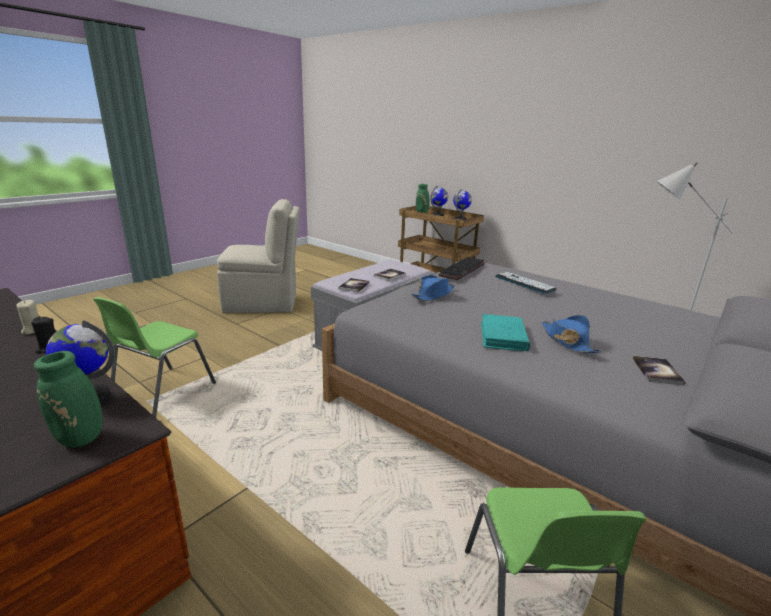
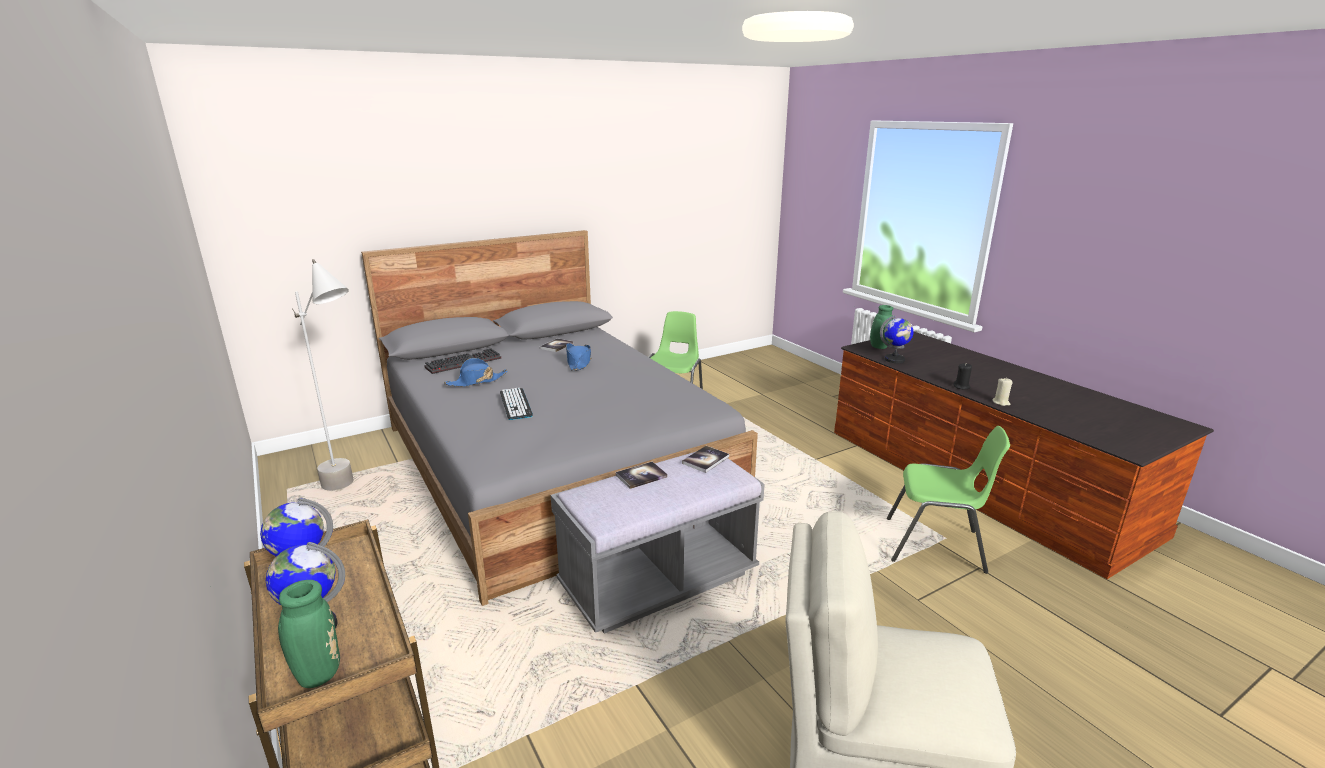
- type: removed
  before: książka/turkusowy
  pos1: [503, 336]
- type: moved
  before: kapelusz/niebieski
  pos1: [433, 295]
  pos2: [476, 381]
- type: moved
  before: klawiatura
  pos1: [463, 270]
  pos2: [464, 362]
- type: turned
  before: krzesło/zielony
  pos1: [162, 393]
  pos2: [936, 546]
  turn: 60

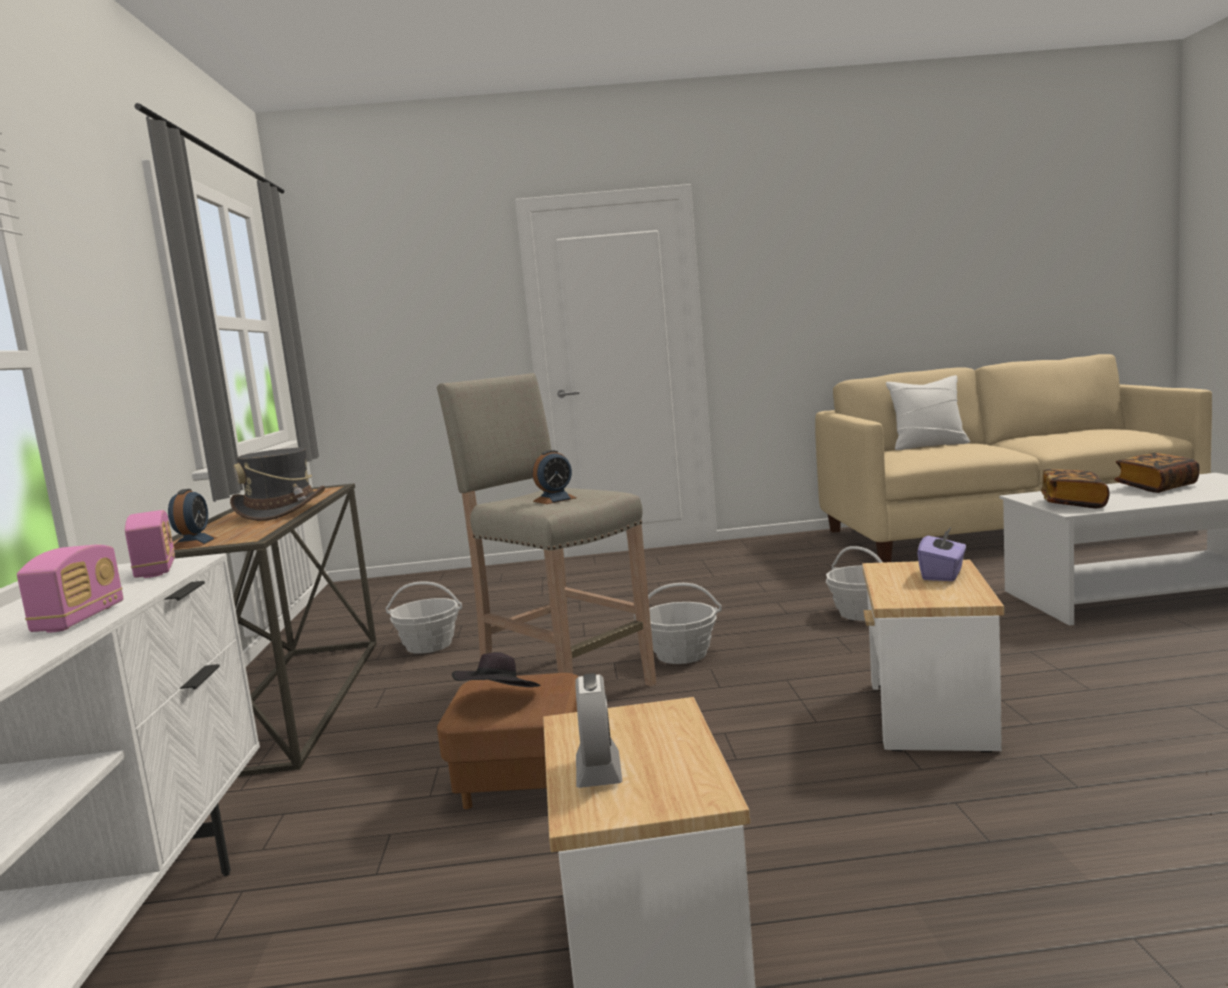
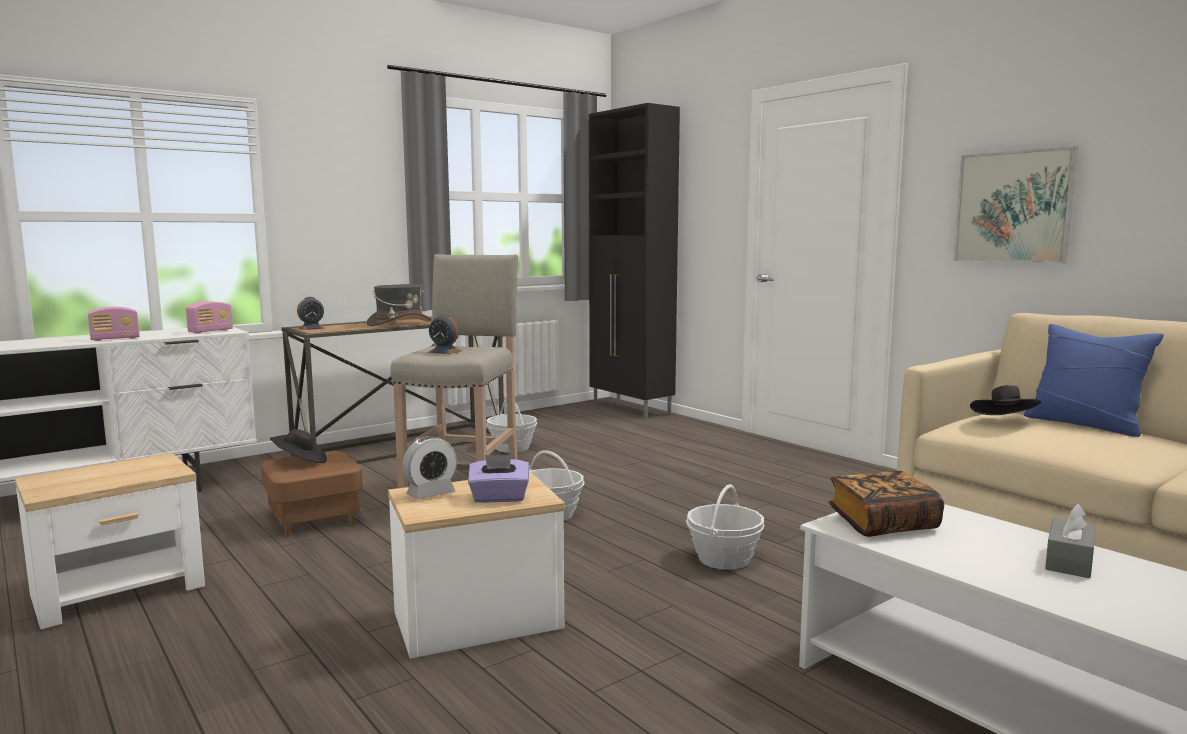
- type: added
  after: szafka/czarny
  pos2: [631, 410]
- type: added
  after: obraz
  pos2: [1013, 207]
- type: added
  after: kapelusz/czarny
  pos2: [1004, 421]
- type: moved
  before: budzik
  pos1: [598, 771]
  pos2: [431, 494]
- type: replaced
  before: książka
  after: pudełko chusteczek/szary
  pos1: [1156, 487]
  pos2: [1069, 561]
- type: recoloured
  before: poduszka/biały
  after: poduszka/niebieski
  pos1: [928, 445]
  pos2: [1085, 424]

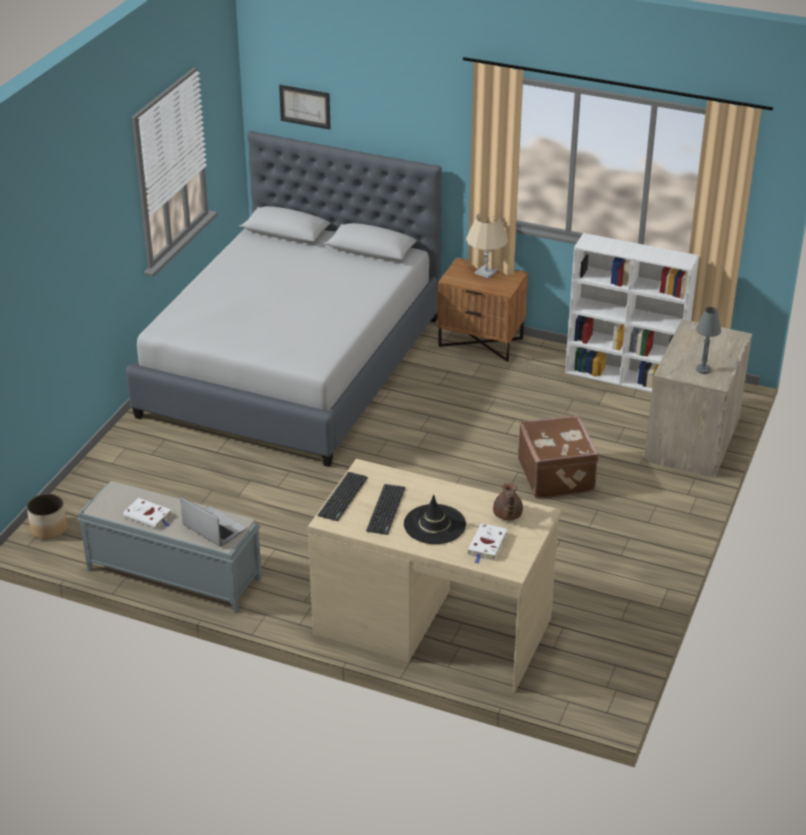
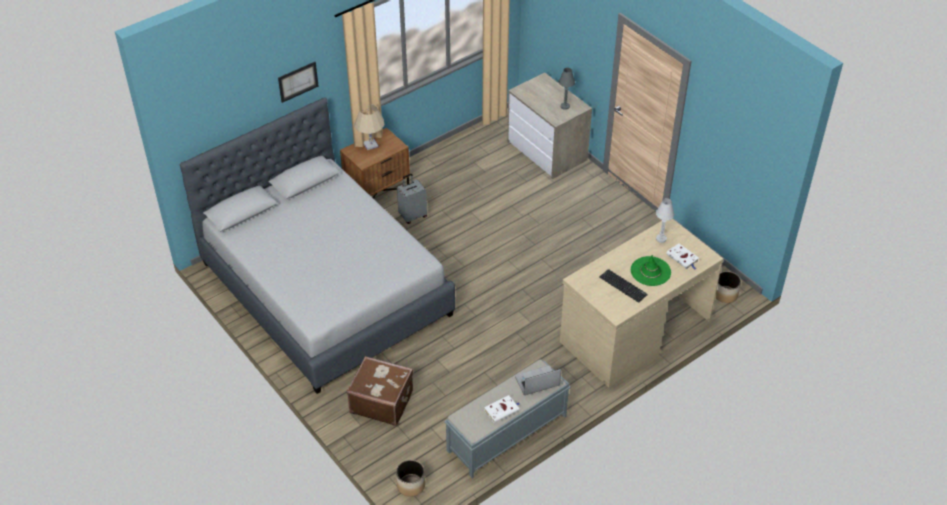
- type: removed
  before: klawiatura
  pos1: [343, 497]
- type: removed
  before: regał/biały
  pos1: [625, 377]
- type: added
  after: walizka/szary
  pos2: [412, 216]
- type: added
  after: donica
  pos2: [725, 295]
- type: moved
  before: obraz
  pos1: [305, 106]
  pos2: [298, 81]
- type: moved
  before: walizka/brązowy
  pos1: [557, 475]
  pos2: [381, 401]
- type: replaced
  before: imbryk/brązowy
  after: lampa stołowa/biały
  pos1: [507, 515]
  pos2: [661, 239]
- type: recoloured
  before: kapelusz/czarny
  after: kapelusz/zielony
  pos1: [434, 525]
  pos2: [650, 271]

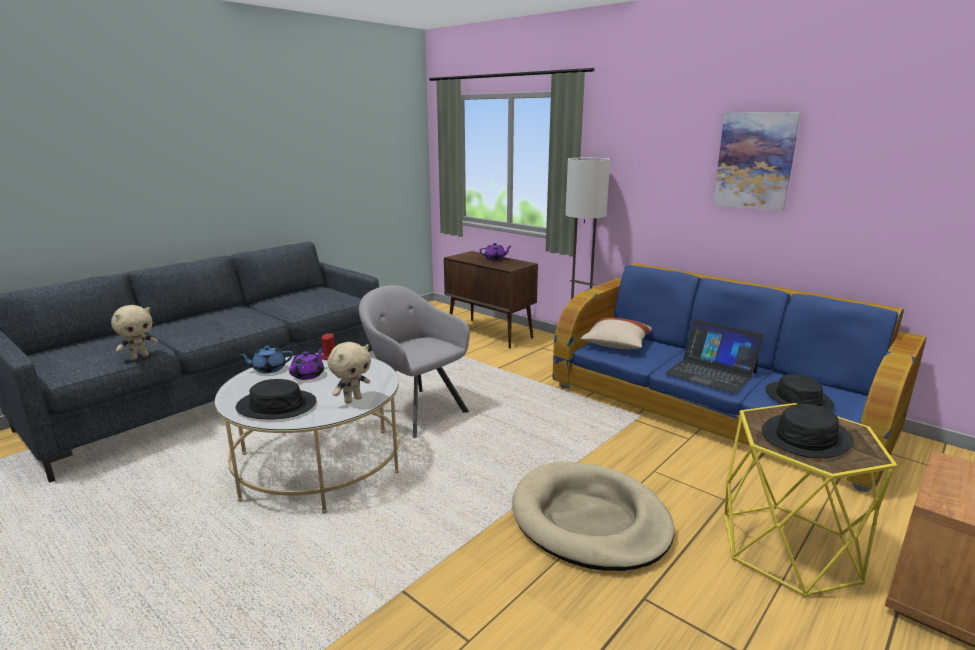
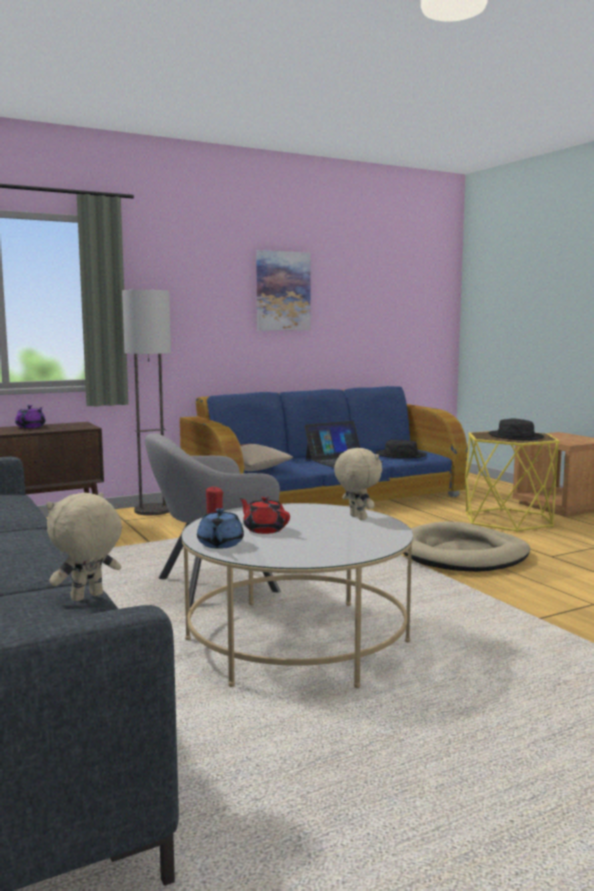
- type: removed
  before: kapelusz/czarny
  pos1: [277, 405]
- type: recoloured
  before: imbryk/fioletowy
  after: imbryk/czerwony
  pos1: [308, 375]
  pos2: [264, 529]
- type: turned
  before: pluszak/beżowy
  pos1: [139, 357]
  pos2: [87, 598]
  turn: -105

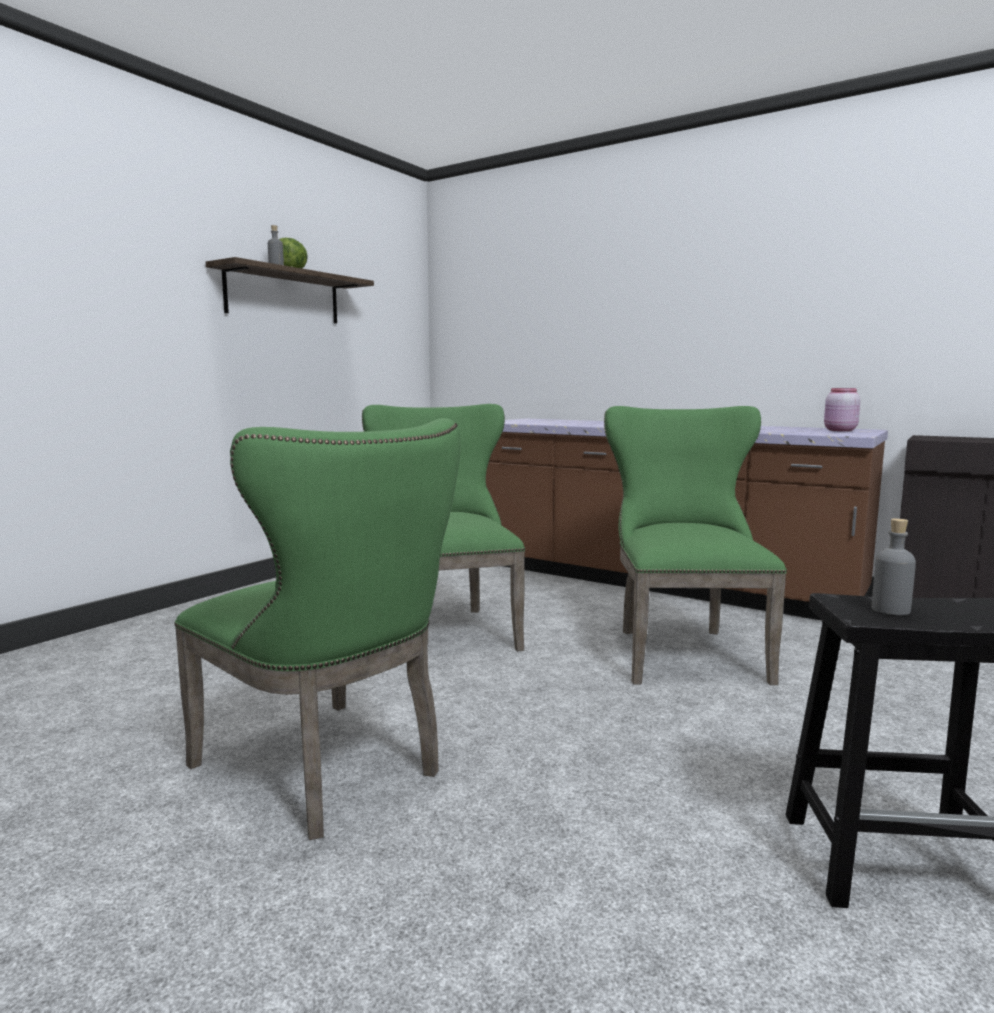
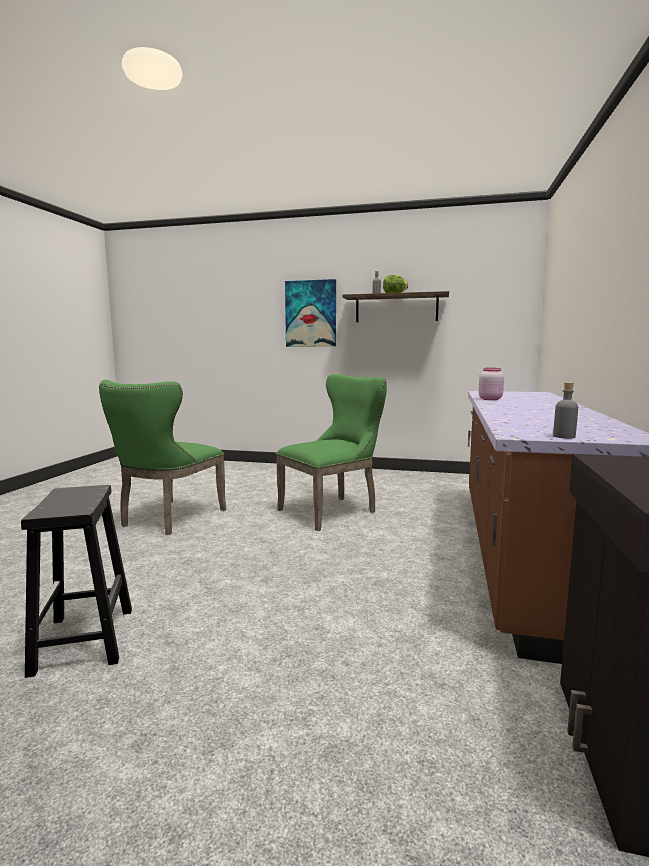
- type: removed
  before: krzesło/zielony
  pos1: [682, 651]
- type: added
  after: obraz
  pos2: [311, 313]
- type: moved
  before: słoik/różowy
  pos1: [839, 430]
  pos2: [489, 399]
- type: moved
  before: butelka/szary
  pos1: [890, 610]
  pos2: [564, 436]

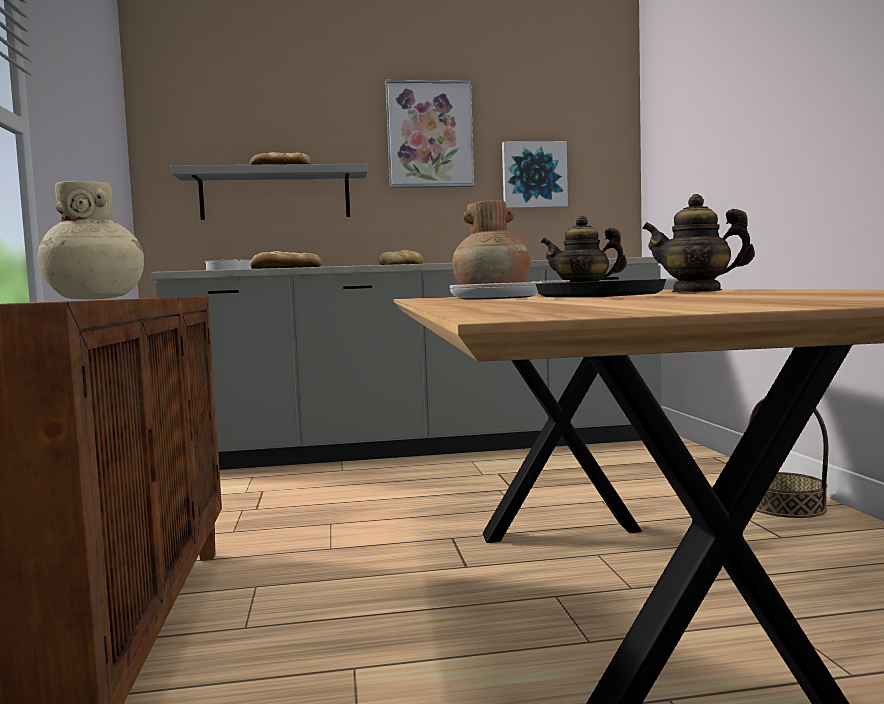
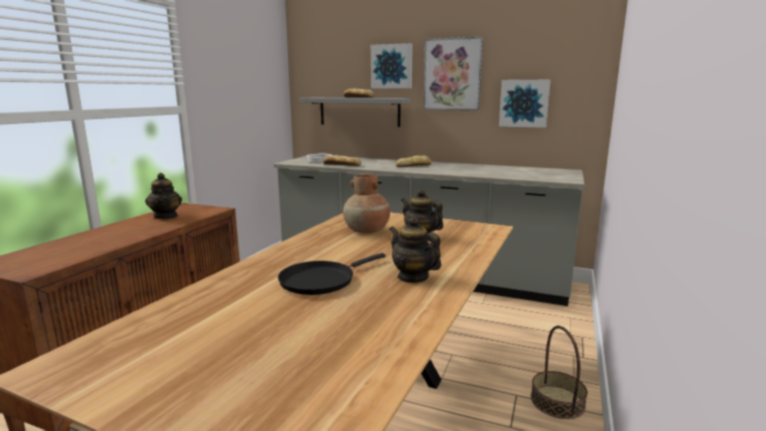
- type: removed
  before: patelnia
  pos1: [502, 298]
- type: added
  after: obraz
  pos2: [392, 66]
- type: replaced
  before: wazon/beżowy
  after: imbryk
  pos1: [96, 299]
  pos2: [166, 216]

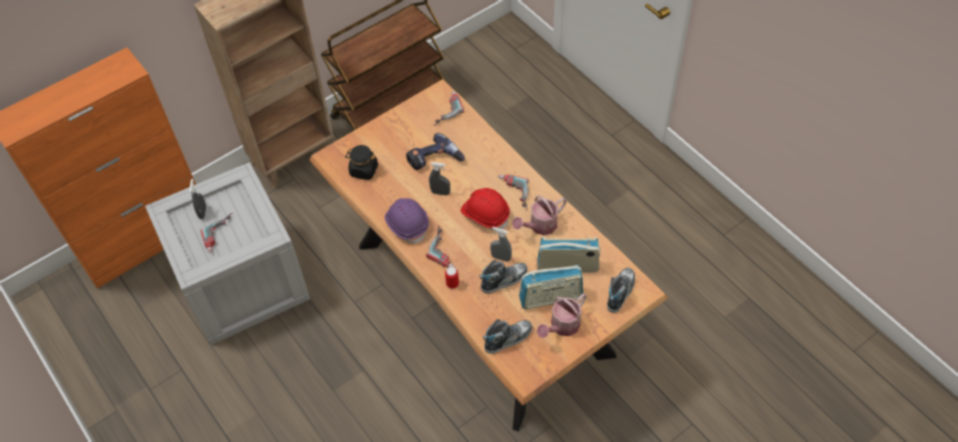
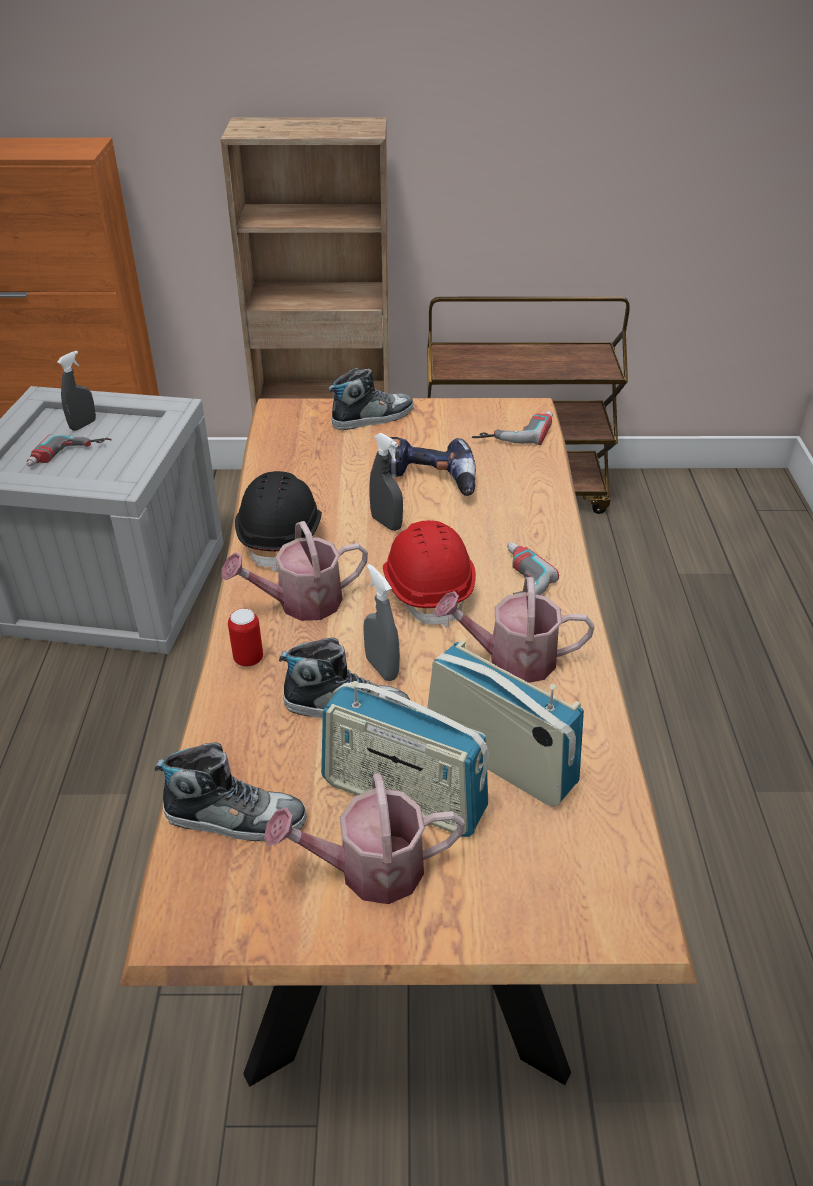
- type: removed
  before: słoik/czarny
  pos1: [363, 170]
- type: moved
  before: but
  pos1: [620, 291]
  pos2: [372, 417]
- type: replaced
  before: wiertarka
  after: konewka
  pos1: [446, 249]
  pos2: [301, 603]
- type: recoloured
  before: kask/fioletowy
  after: kask/czarny
  pos1: [407, 224]
  pos2: [282, 537]

